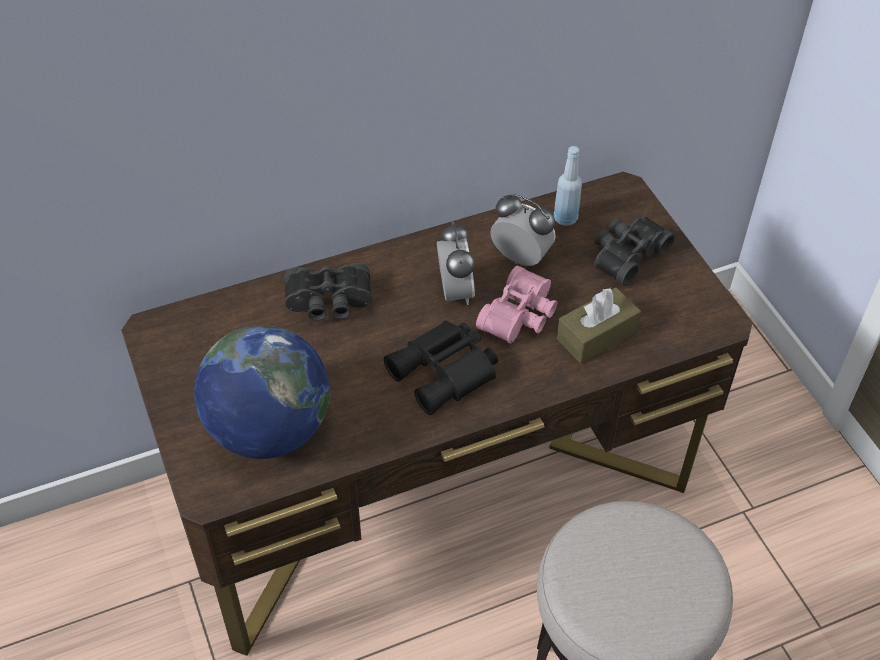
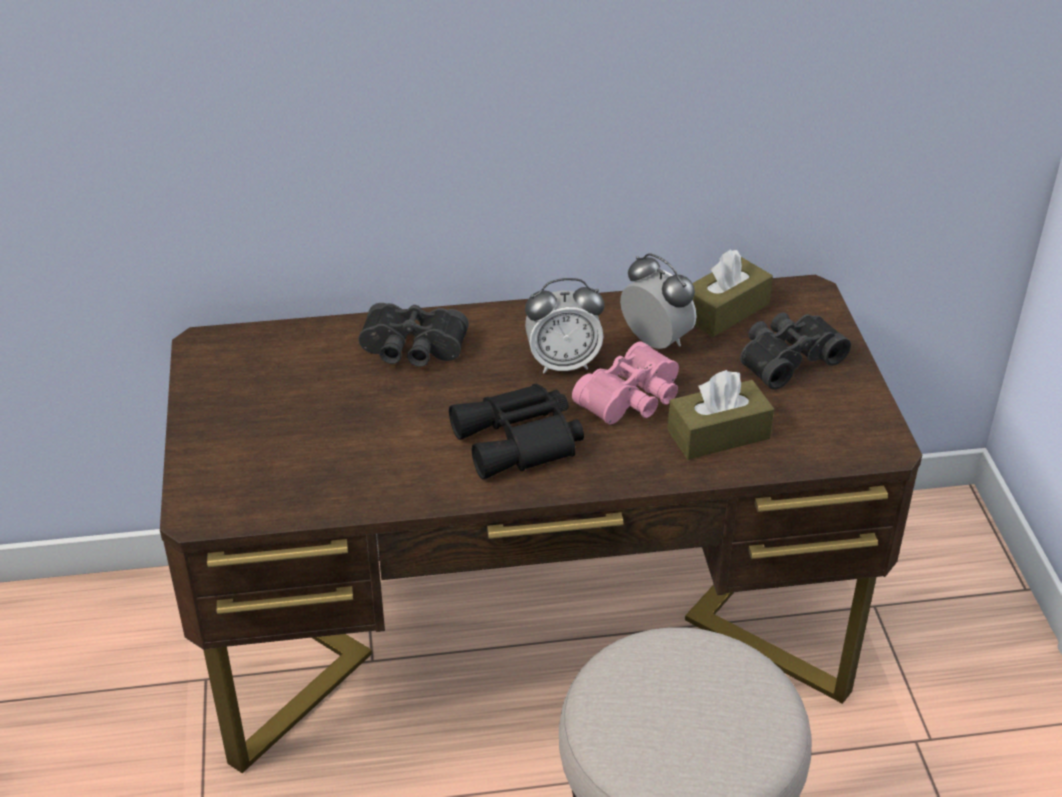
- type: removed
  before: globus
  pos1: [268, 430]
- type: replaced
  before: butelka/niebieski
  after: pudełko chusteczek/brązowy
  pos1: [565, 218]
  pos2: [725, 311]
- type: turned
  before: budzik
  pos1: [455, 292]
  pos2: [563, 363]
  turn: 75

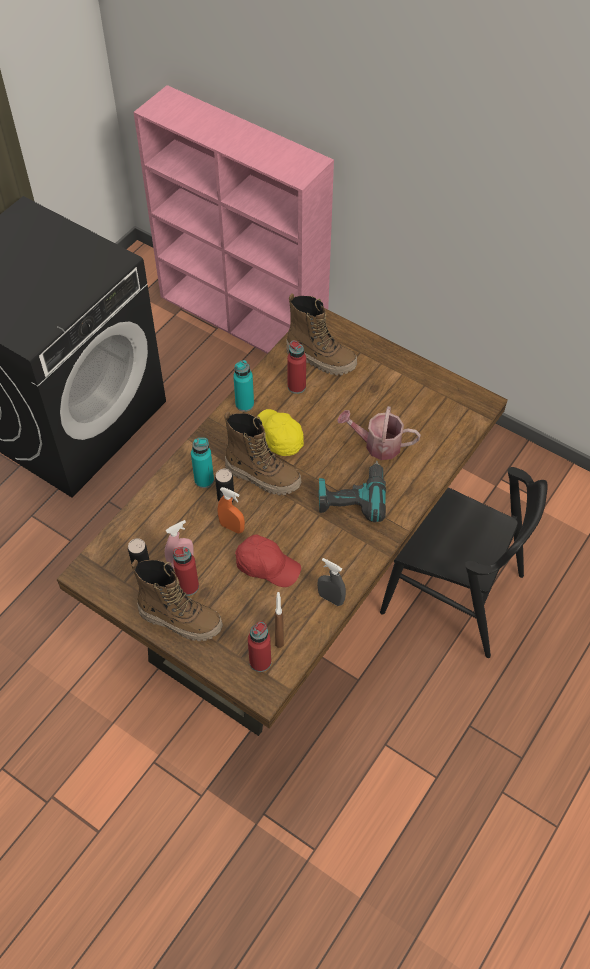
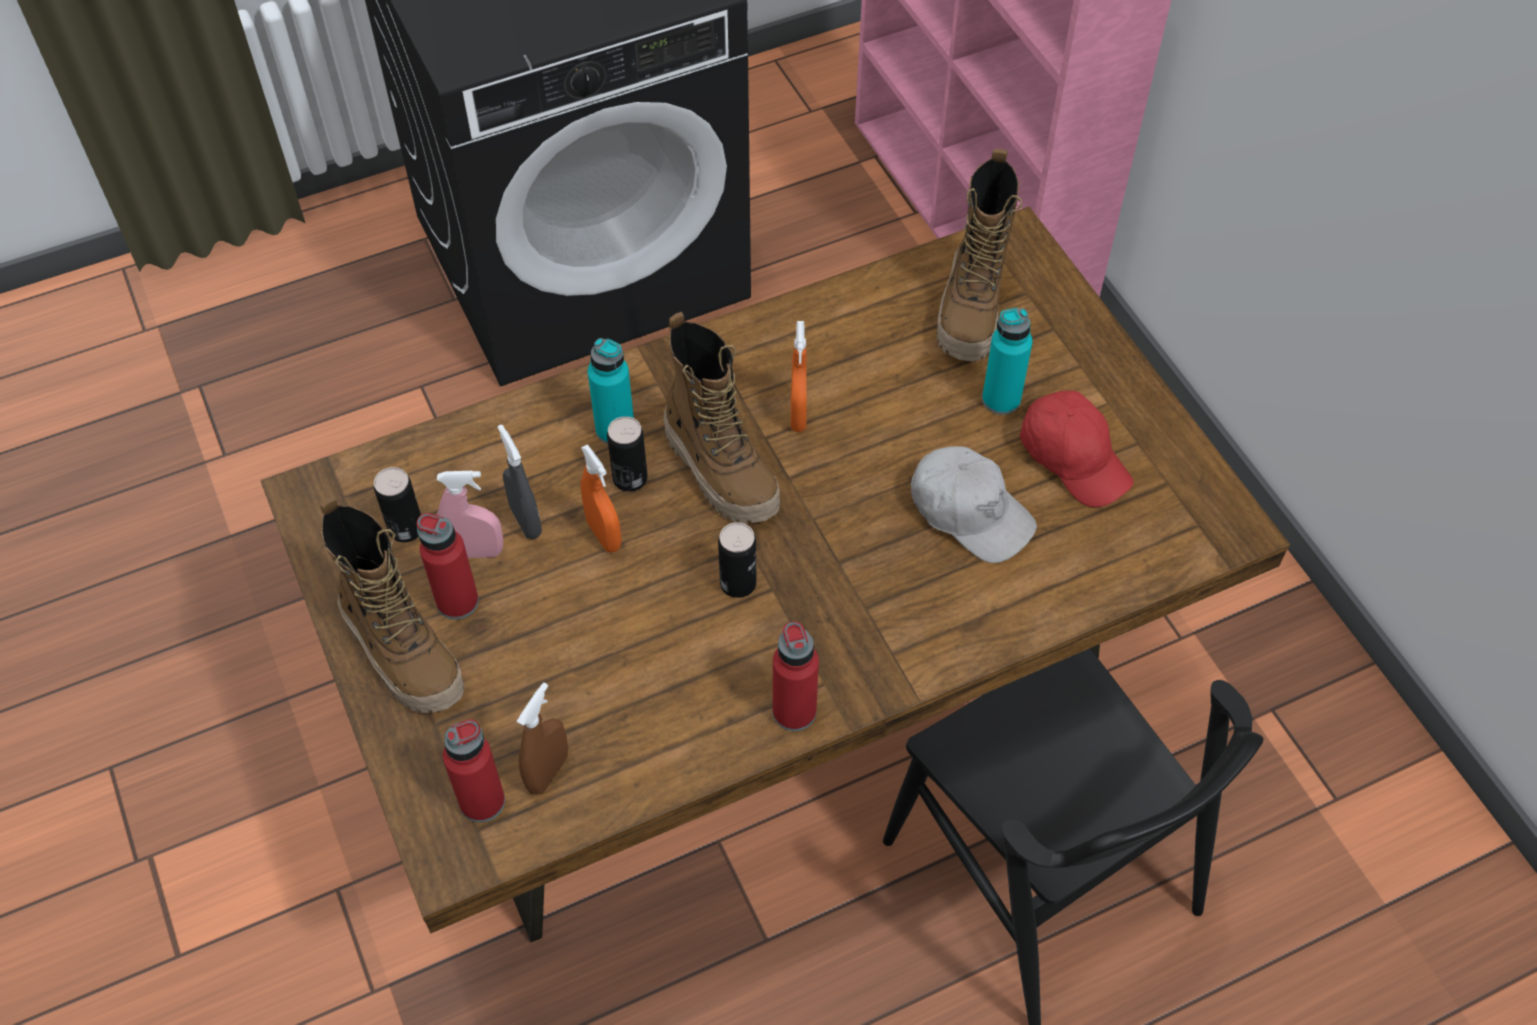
- type: removed
  before: wiertarka
  pos1: [352, 497]
- type: added
  after: puszka
  pos2: [738, 583]
- type: moved
  before: butelka/turkusowy
  pos1: [244, 404]
  pos2: [1001, 400]
- type: moved
  before: czapka z daszkiem/czerwony
  pos1: [267, 566]
  pos2: [1074, 458]
- type: moved
  before: butelka/czerwony
  pos1: [296, 386]
  pos2: [794, 712]
- type: moved
  before: spryskiwacz/szary
  pos1: [330, 598]
  pos2: [526, 521]
- type: replaced
  before: czapka z daszkiem/żółty
  after: spryskiwacz/pomarańczowy
  pos1: [279, 437]
  pos2: [798, 414]
- type: replaced
  before: konewka
  after: czapka z daszkiem/biały
  pos1: [377, 445]
  pos2: [970, 512]
- type: turned
  before: but z cholewką
  pos1: [321, 359]
  pos2: [971, 310]
  turn: 45

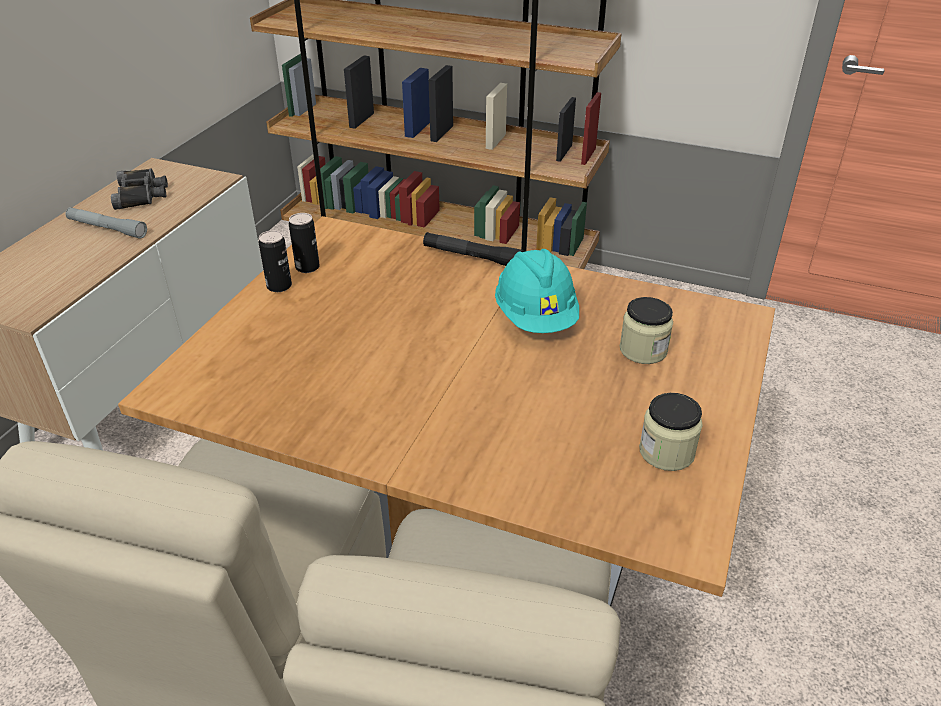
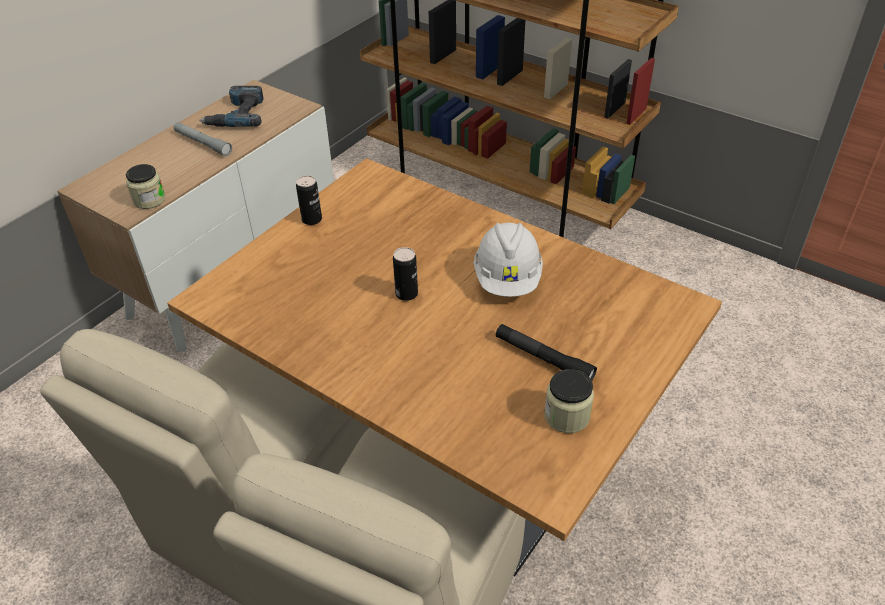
- type: moved
  before: puszka
  pos1: [307, 267]
  pos2: [406, 294]
- type: moved
  before: latarka/czarny
  pos1: [472, 257]
  pos2: [543, 359]
- type: moved
  before: słoik
  pos1: [643, 350]
  pos2: [149, 200]
- type: replaced
  before: lornetka/czarny
  after: wiertarka
  pos1: [141, 194]
  pos2: [236, 114]
- type: recoloured
  before: kask/turkusowy
  after: kask/biały
  pos1: [536, 317]
  pos2: [507, 279]

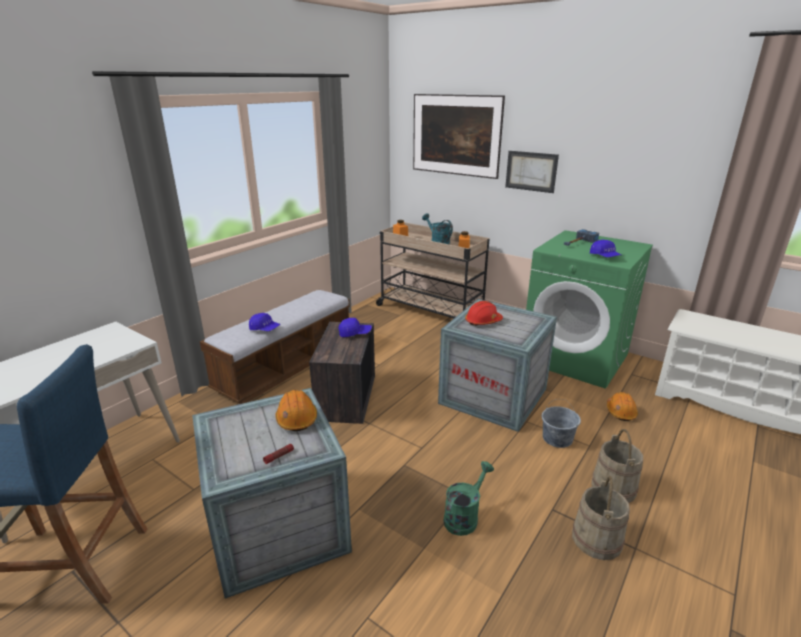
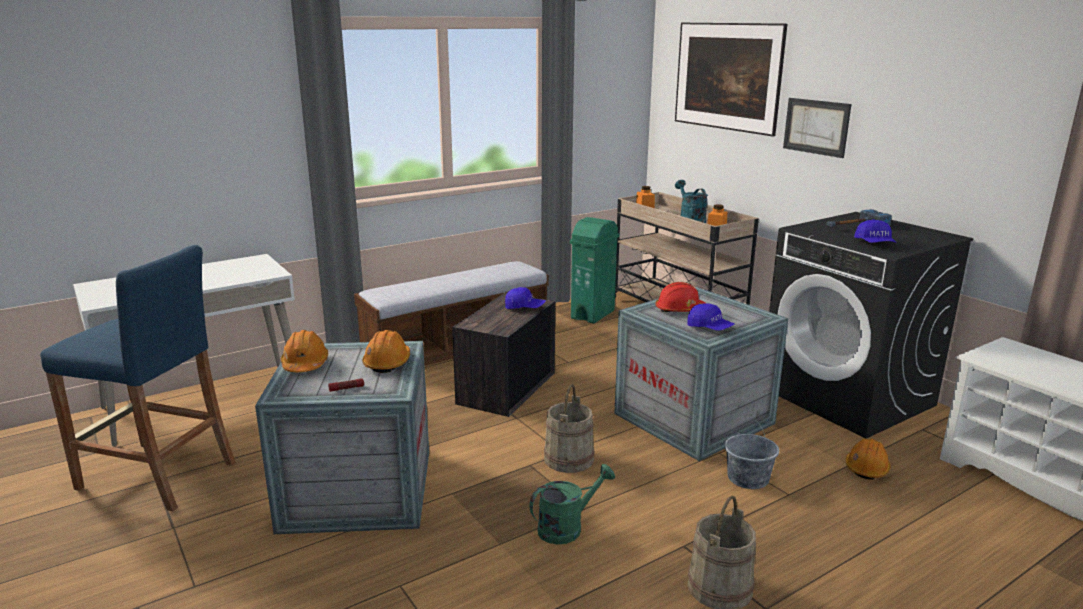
- type: added
  after: kask/pomarańczowy
  pos2: [305, 364]
- type: added
  after: kosz na śmieci/zielony
  pos2: [593, 314]
- type: moved
  before: czapka z daszkiem/niebieski
  pos1: [265, 329]
  pos2: [709, 328]
- type: moved
  before: wiadro/beżowy
  pos1: [614, 487]
  pos2: [569, 459]
- type: recoloured
  before: pralka/zielony
  after: pralka/czarny
  pos1: [575, 358]
  pos2: [848, 396]

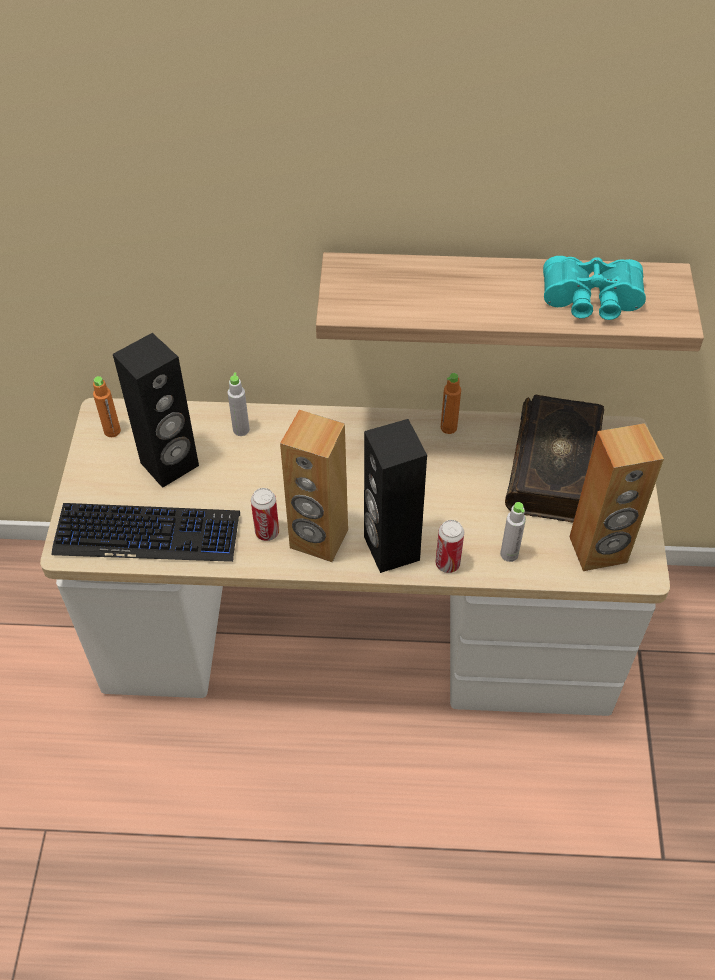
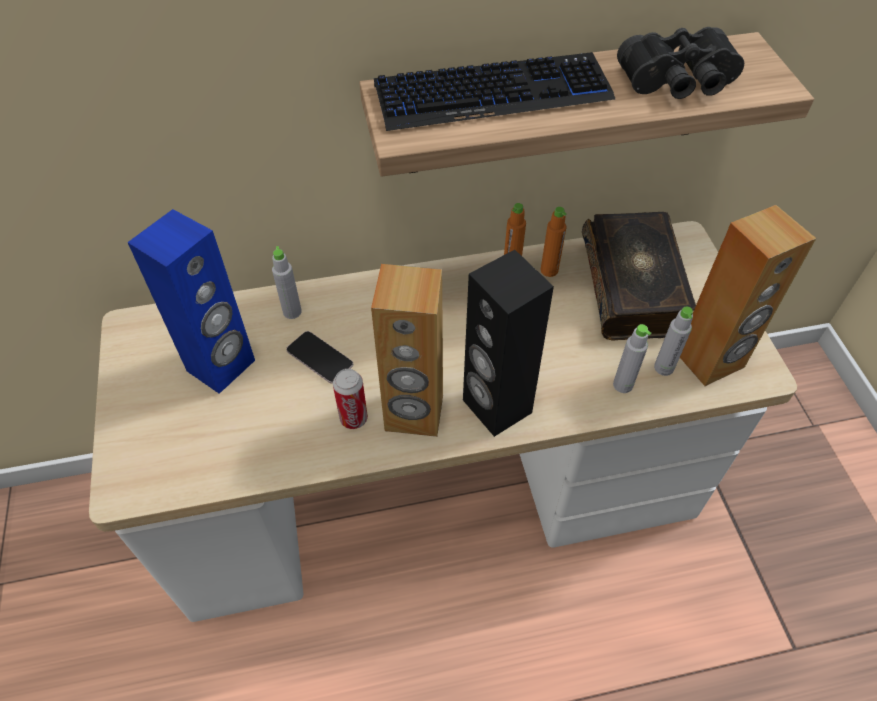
- type: removed
  before: puszka
  pos1: [447, 564]
- type: added
  after: telefon
  pos2: [319, 357]
- type: added
  after: butelka/szary
  pos2: [663, 368]
- type: moved
  before: klawiatura
  pos1: [148, 534]
  pos2: [493, 94]
- type: moved
  before: butelka/pomarańczowy
  pos1: [112, 431]
  pos2: [549, 270]
- type: recoloured
  before: głośnik/czarny
  after: głośnik/niebieski
  pos1: [170, 465]
  pos2: [222, 366]
- type: recoloured
  before: lornetka/turkusowy
  after: lornetka/czarny
  pos1: [591, 302]
  pos2: [679, 83]

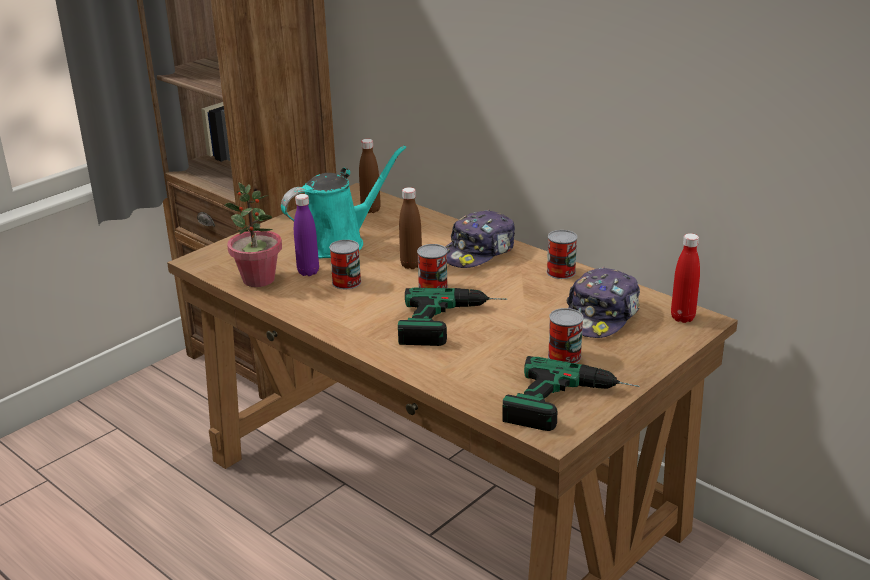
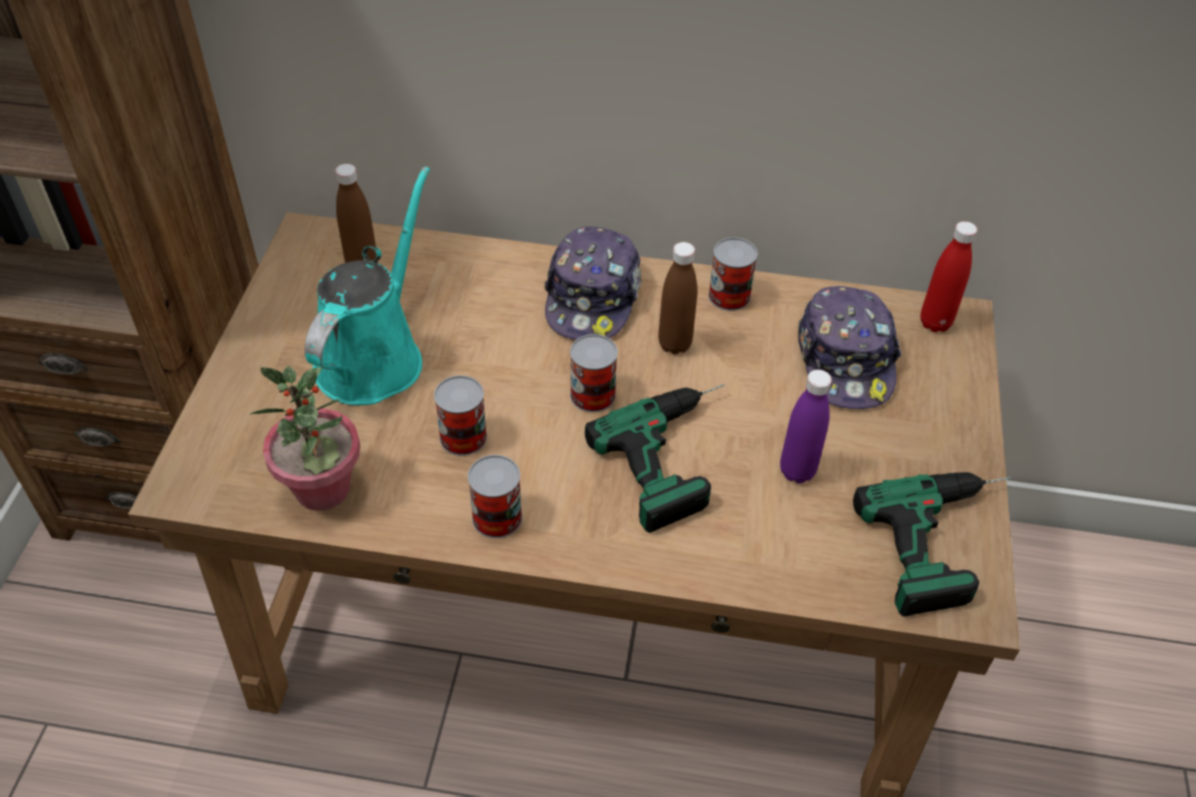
- type: moved
  before: butelka/fioletowy
  pos1: [308, 272]
  pos2: [797, 471]
- type: moved
  before: butelka/brązowy
  pos1: [411, 265]
  pos2: [674, 344]
- type: moved
  before: puszka
  pos1: [564, 356]
  pos2: [497, 517]

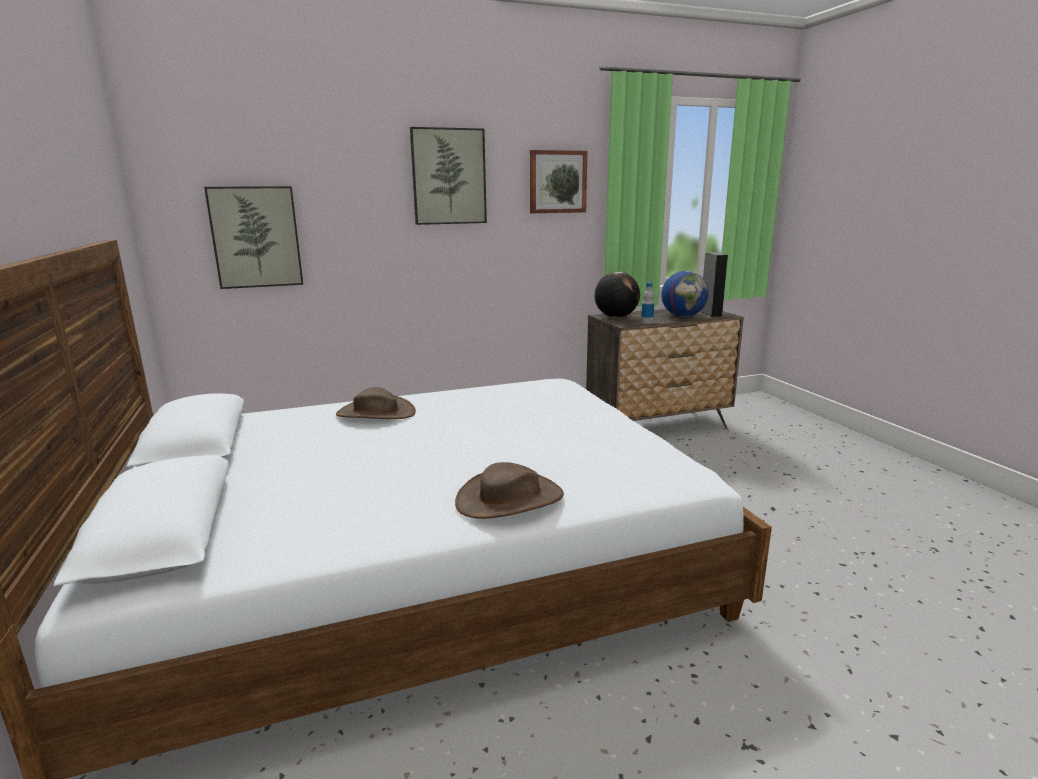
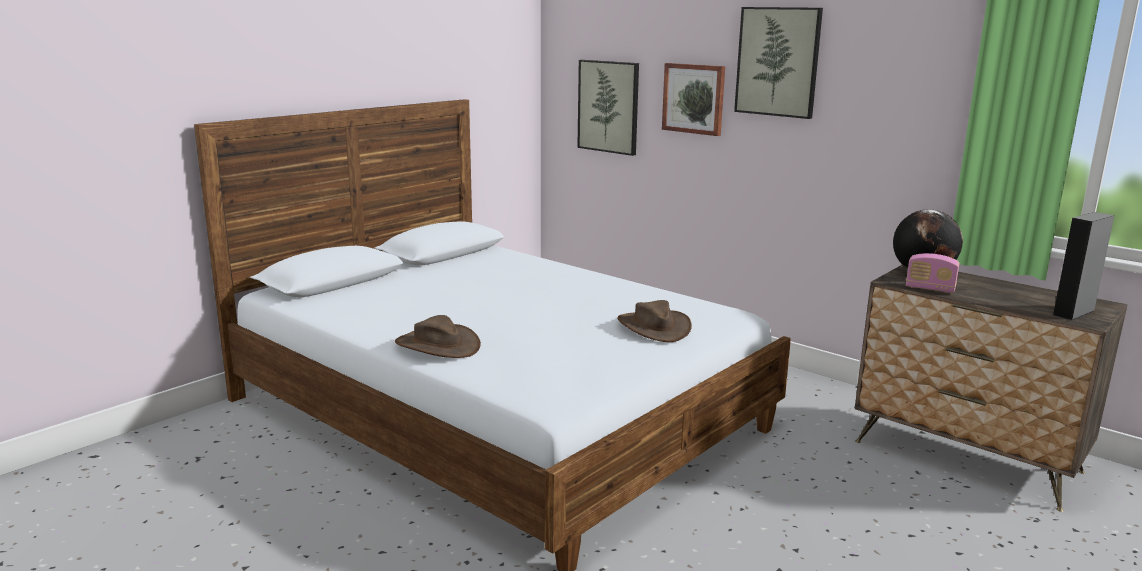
- type: removed
  before: globus
  pos1: [683, 316]
- type: moved
  before: kapelusz/brązowy
  pos1: [375, 413]
  pos2: [653, 327]
- type: moved
  before: obraz
  pos1: [557, 182]
  pos2: [694, 98]
- type: replaced
  before: butelka
  after: radio
  pos1: [647, 322]
  pos2: [930, 289]

